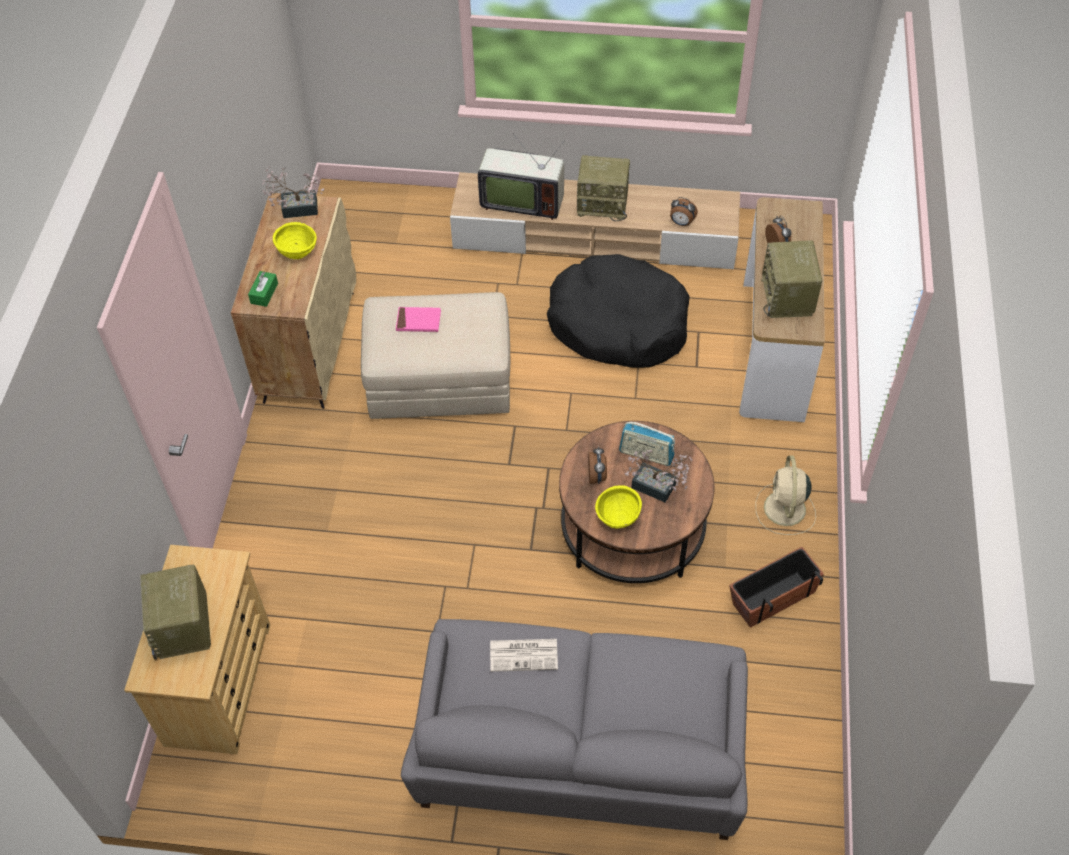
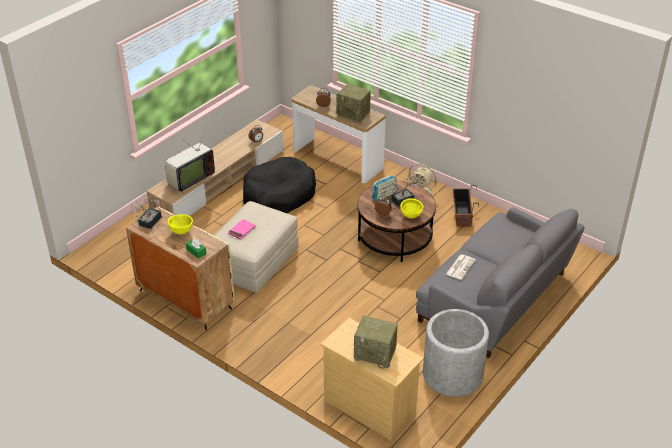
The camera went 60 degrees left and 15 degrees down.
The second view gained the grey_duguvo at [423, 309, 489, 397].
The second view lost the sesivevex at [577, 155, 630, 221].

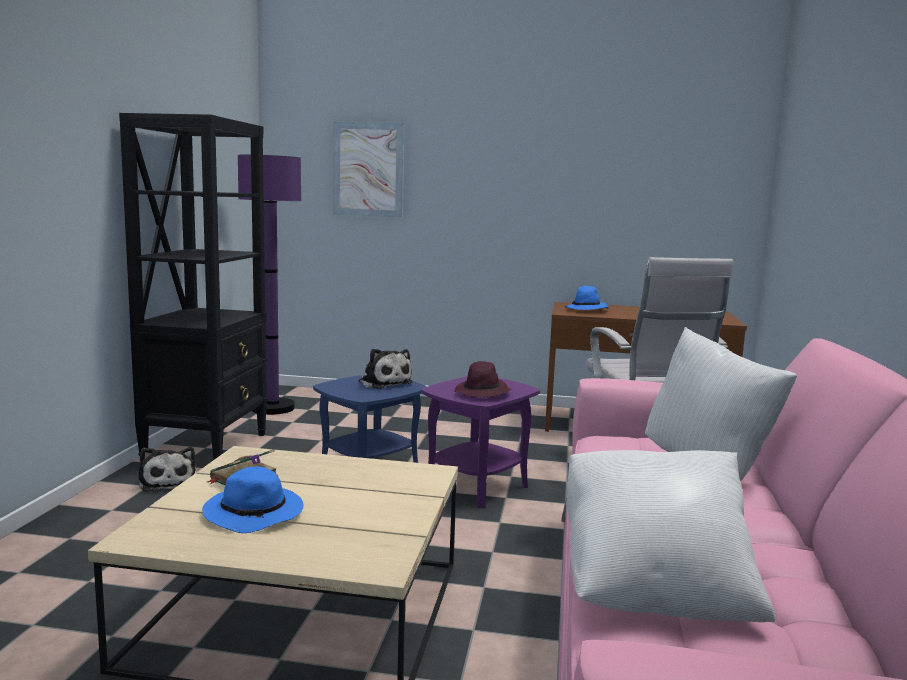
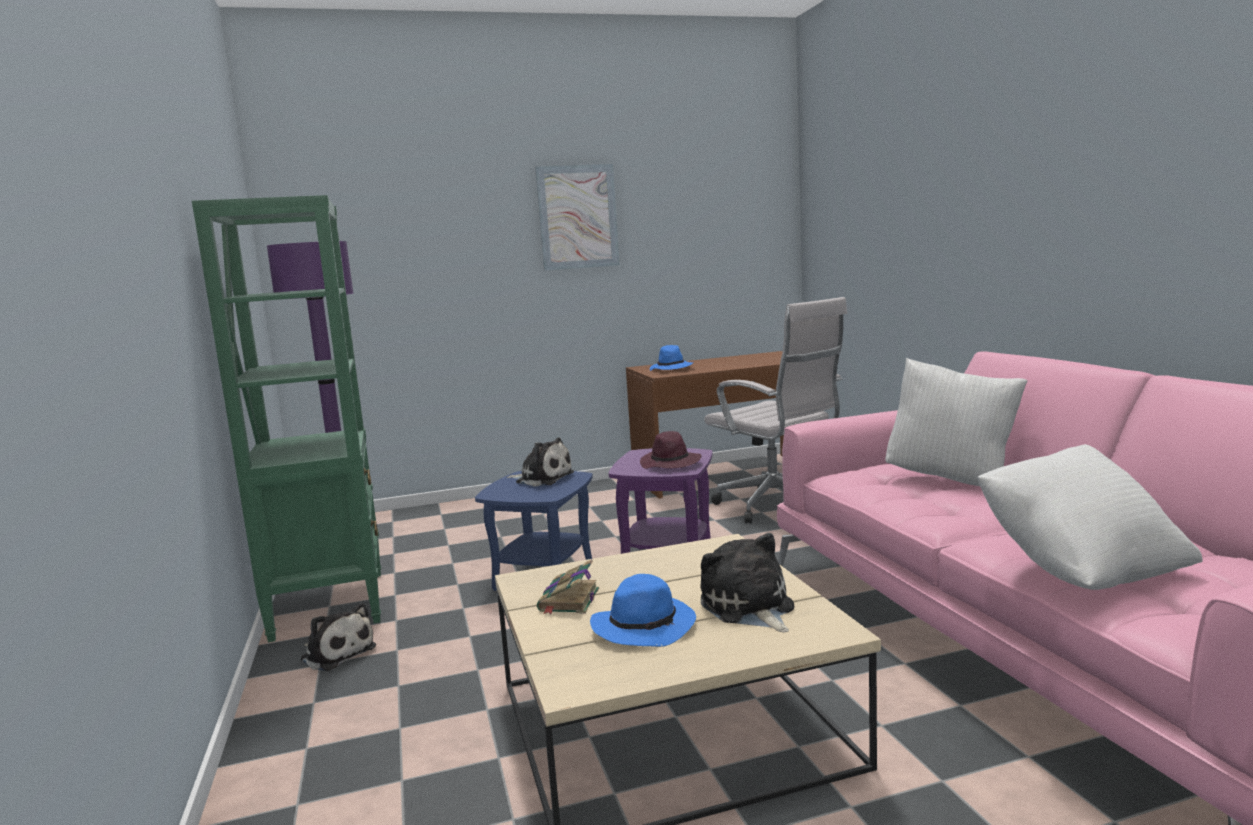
The camera went 25 degrees left and 0 degrees up.
What was the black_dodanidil at [119, 113, 268, 460] turned into the green_dodanidil at [192, 195, 381, 642].
The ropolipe ended up elsewhere, having gone from [333, 122, 404, 217] to [535, 164, 620, 271].
The second view gained the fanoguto at [700, 533, 794, 632].

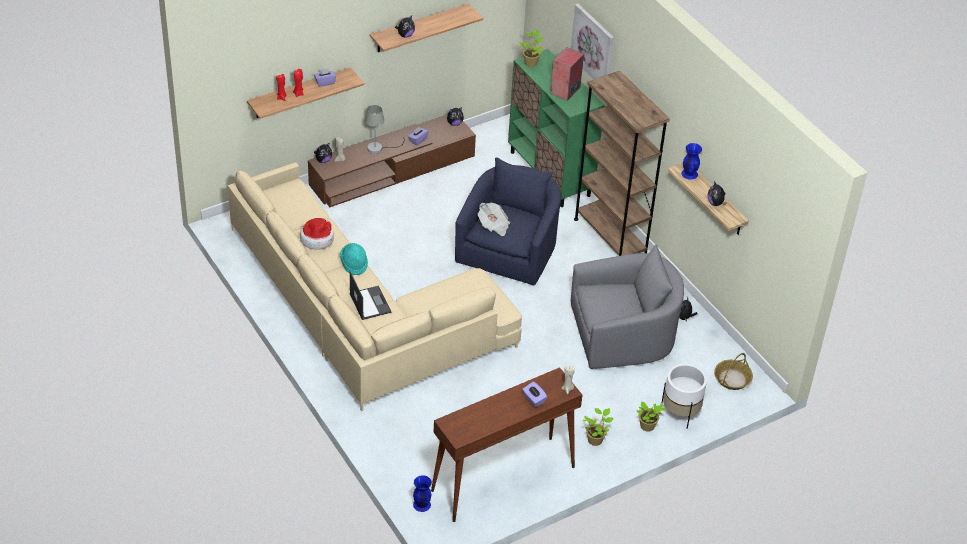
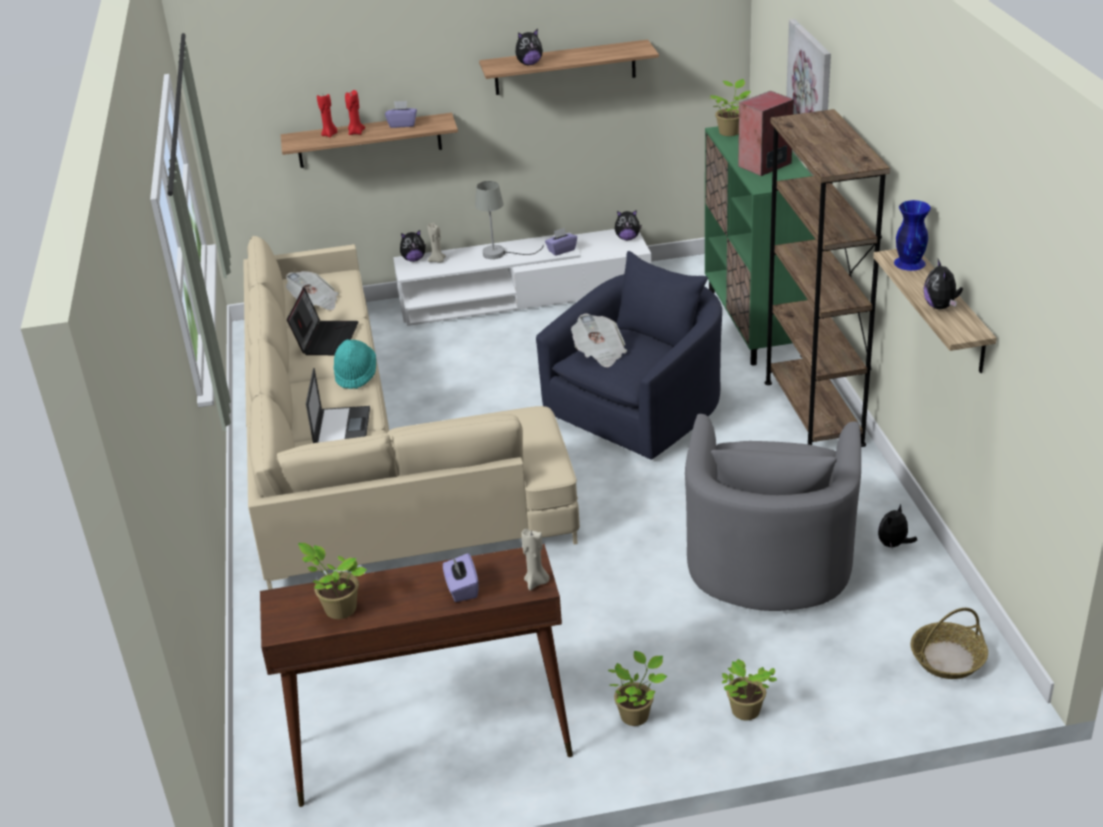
The camera went 25 degrees right and 10 degrees down.
The second view gained the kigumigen at [286, 271, 339, 310].
Where the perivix stood at [300, 218, 334, 249], the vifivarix came to stand at [287, 287, 359, 355].
The second view gained the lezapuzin at [298, 543, 367, 619].
What was the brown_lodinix at [308, 115, 476, 207] turned into the white_lodinix at [393, 229, 651, 326].
The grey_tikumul at [571, 245, 684, 369] ended up facing another way, 90 degrees clockwise from before.
The second view lost the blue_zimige at [413, 475, 432, 512].
The second view lost the white_duguvo at [662, 363, 707, 429].

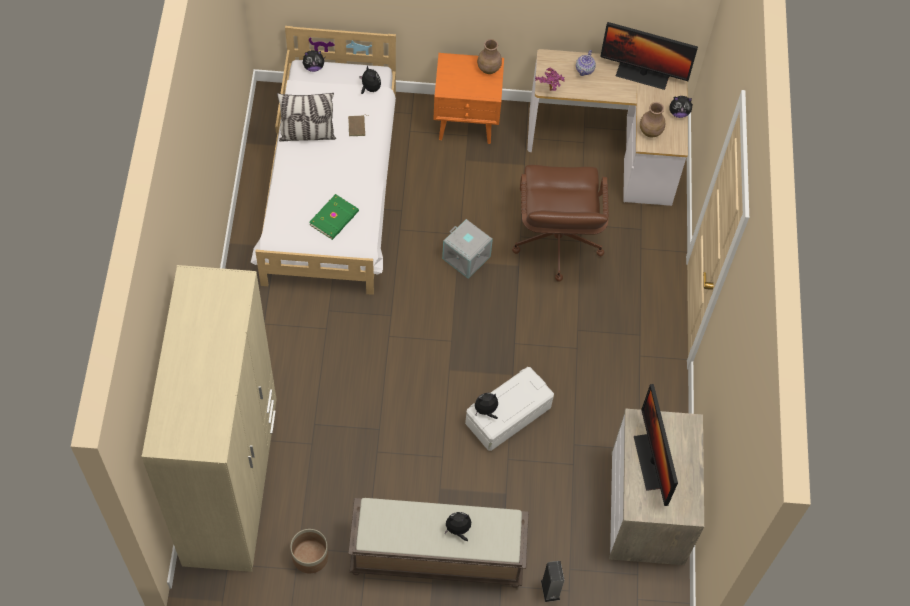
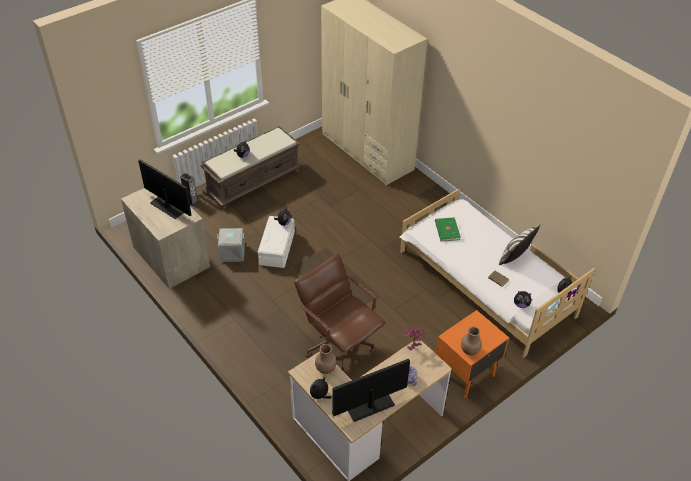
The camera went 140 degrees right and 15 degrees down.
The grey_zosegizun ended up elsewhere, having gone from [442, 219, 493, 279] to [217, 228, 245, 262].
The second view lost the duguvo at [290, 529, 328, 573].

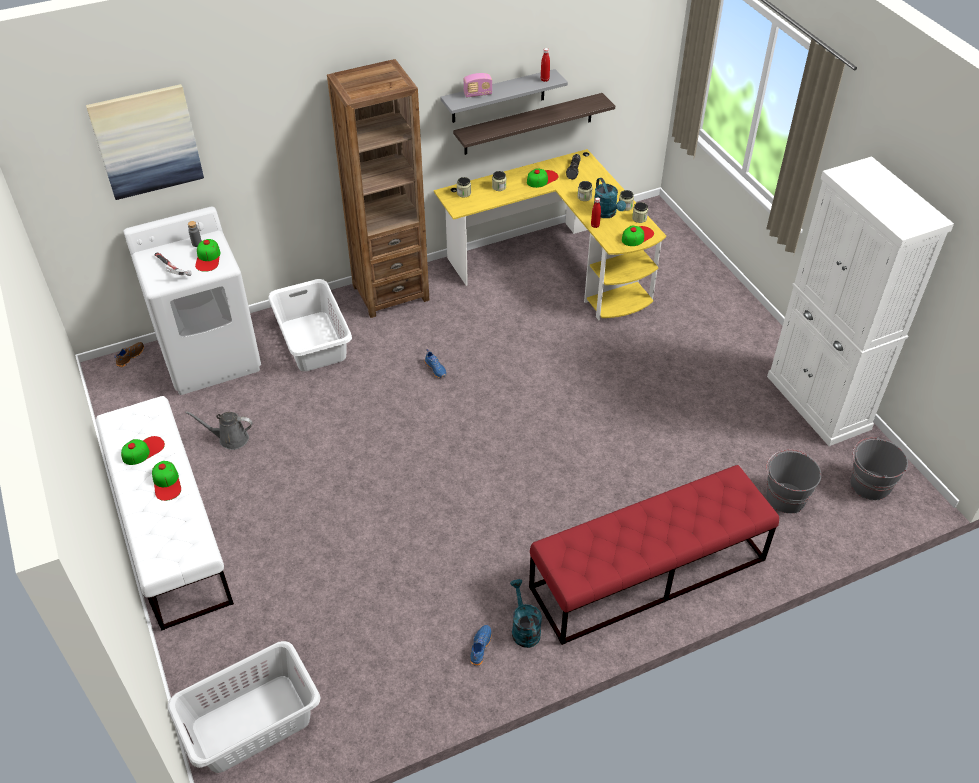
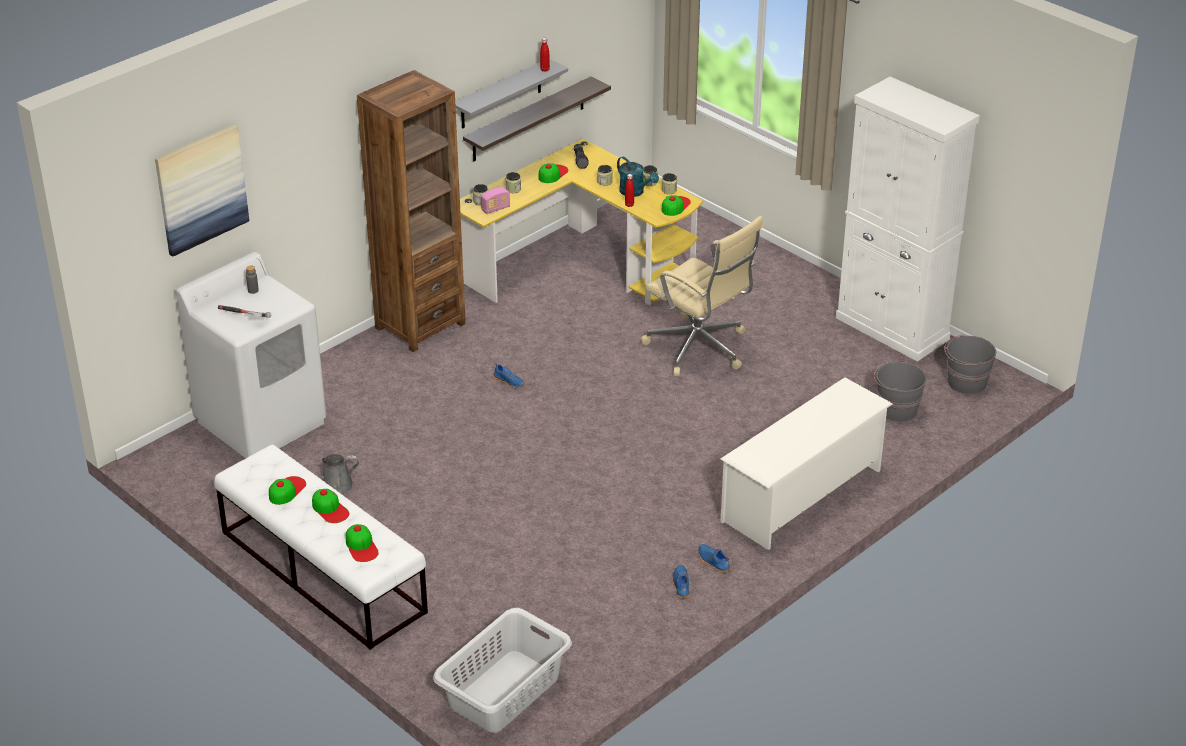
The camera went 20 degrees left and 10 degrees down.
The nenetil ended up elsewhere, having gone from [195, 239, 220, 272] to [346, 524, 379, 562].
The sesivevex ended up elsewhere, having gone from [464, 73, 492, 98] to [481, 187, 510, 214].
The second view gained the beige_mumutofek at [641, 216, 763, 376].
Where the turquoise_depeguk stood at [510, 579, 542, 648], the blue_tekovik came to stand at [698, 544, 731, 573].
Where the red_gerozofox stood at [529, 465, 779, 645], the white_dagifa came to stand at [720, 377, 893, 550].
The second view lost the brown_tekovik at [114, 342, 144, 367].
The second view lost the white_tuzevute at [268, 279, 352, 371].

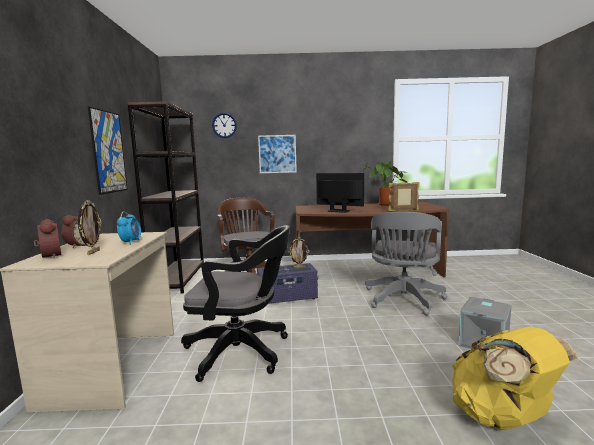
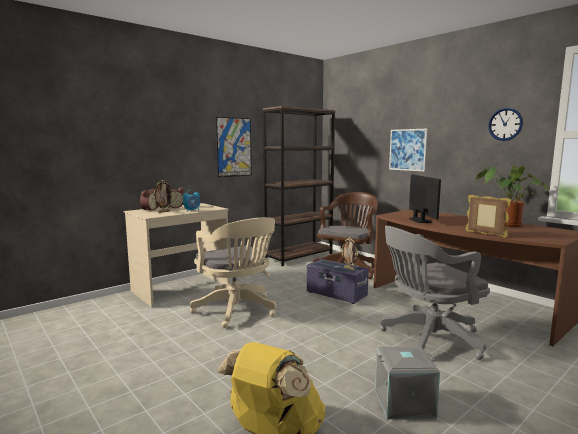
The camera went 50 degrees right and 0 degrees up.
What was the black_mumutofek at [181, 225, 290, 382] turned into the beige_mumutofek at [190, 217, 276, 328].
The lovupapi ended up elsewhere, having gone from [212, 113, 237, 138] to [488, 108, 523, 141].

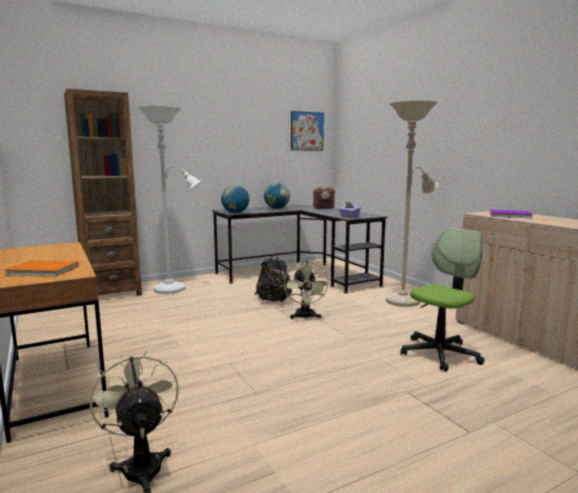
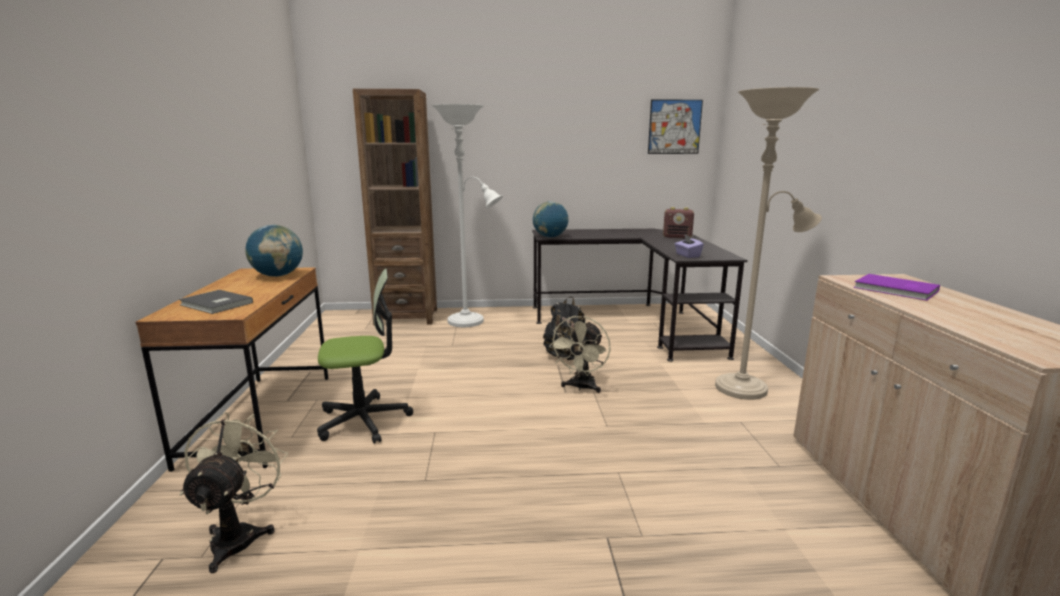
The camera went 25 degrees right and 5 degrees up.
What was the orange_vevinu at [4, 260, 79, 277] turned into the grey_vevinu at [179, 290, 253, 314].
The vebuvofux ended up elsewhere, having gone from [264, 183, 290, 209] to [245, 224, 303, 277].
The mumutofek ended up elsewhere, having gone from [401, 228, 485, 372] to [317, 269, 413, 444].

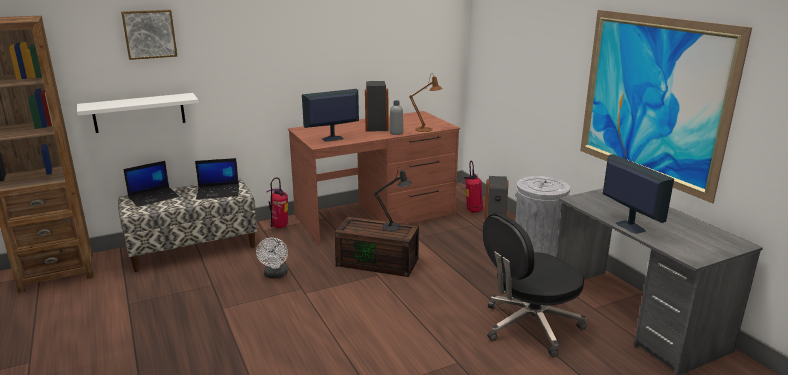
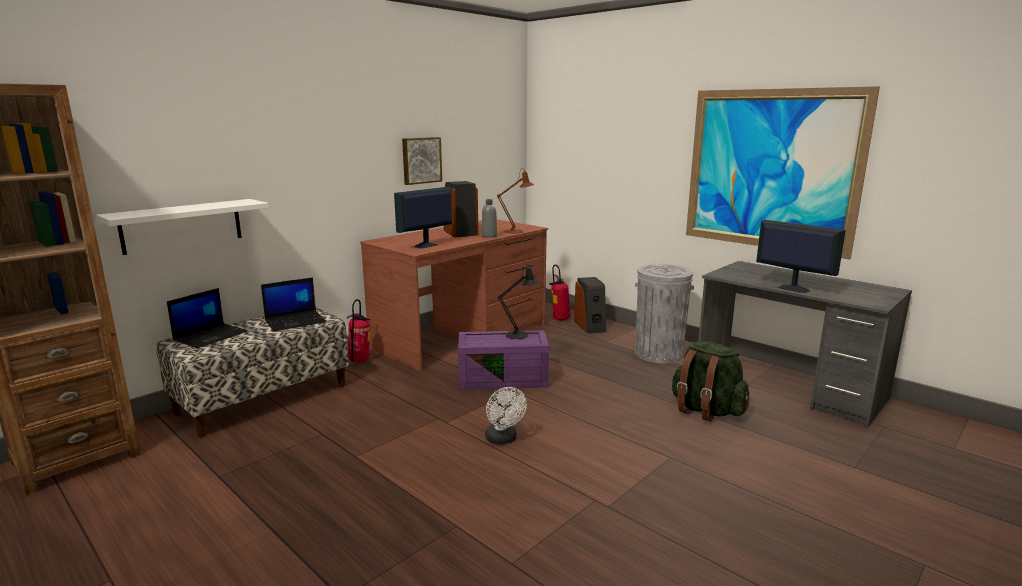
The camera went 20 degrees left and 5 degrees down.
The ropolipe ended up elsewhere, having gone from [121, 10, 177, 60] to [402, 137, 442, 185].
What was the brown_zosegizun at [334, 217, 419, 277] turned into the purple_zosegizun at [458, 330, 549, 390].
The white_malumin ended up elsewhere, having gone from [256, 238, 288, 279] to [485, 387, 527, 445].
Where the black_mumutofek stood at [483, 213, 587, 357], the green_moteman came to stand at [672, 341, 749, 422].

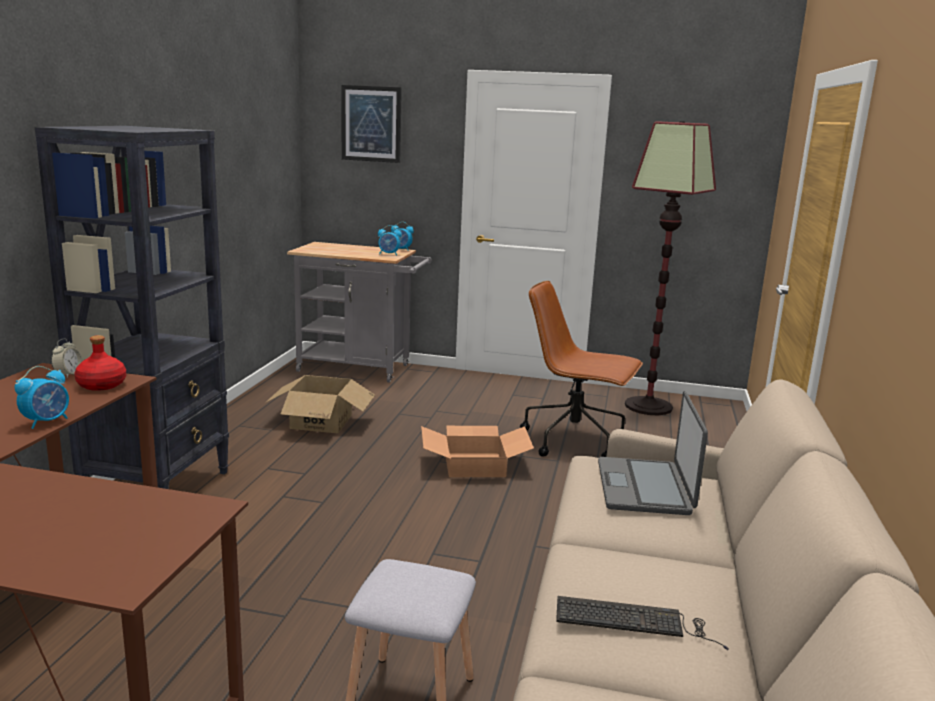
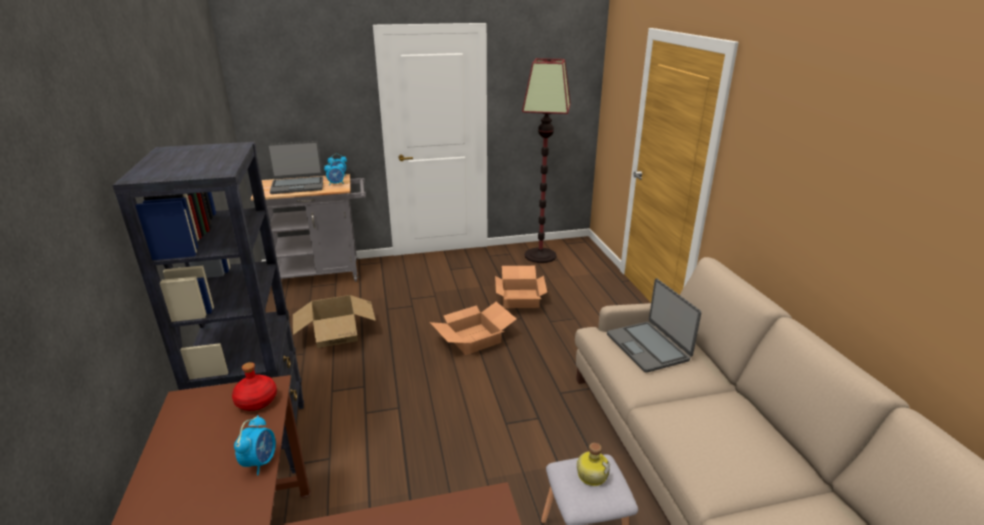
The camera went 25 degrees left and 10 degrees up.
The second view gained the vifivarix at [267, 141, 323, 194].
Where the brown_mumutofek stood at [520, 281, 643, 457], the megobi came to stand at [495, 266, 547, 308].
The second view gained the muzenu at [577, 443, 610, 486].
The second view lost the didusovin at [51, 339, 83, 377].
The second view lost the ropolipe at [341, 85, 402, 163].
The second view lost the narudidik at [556, 596, 729, 650].

